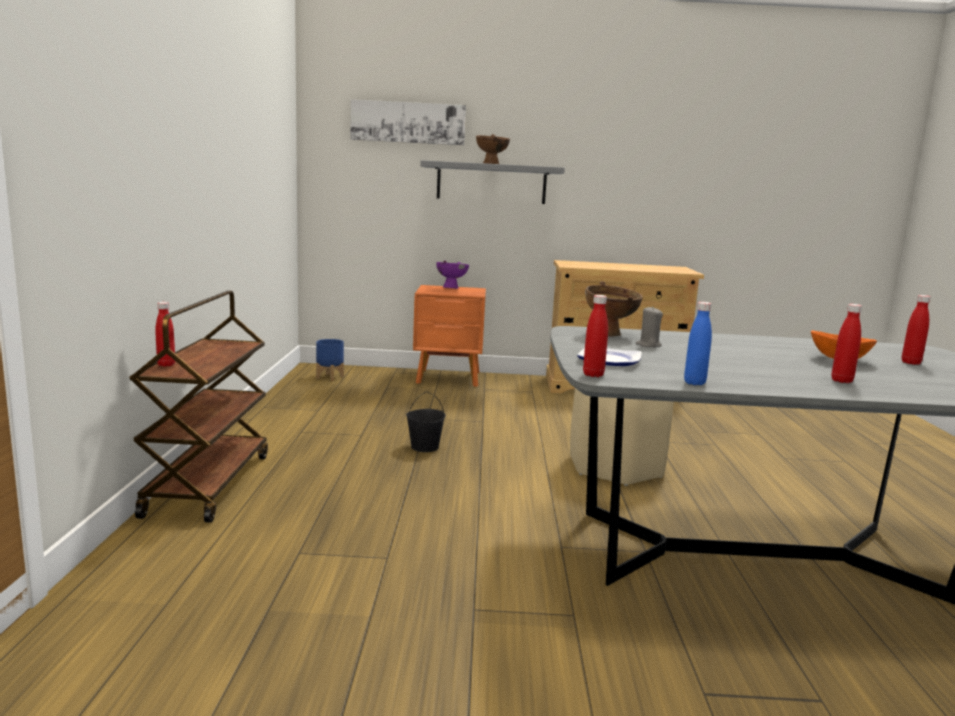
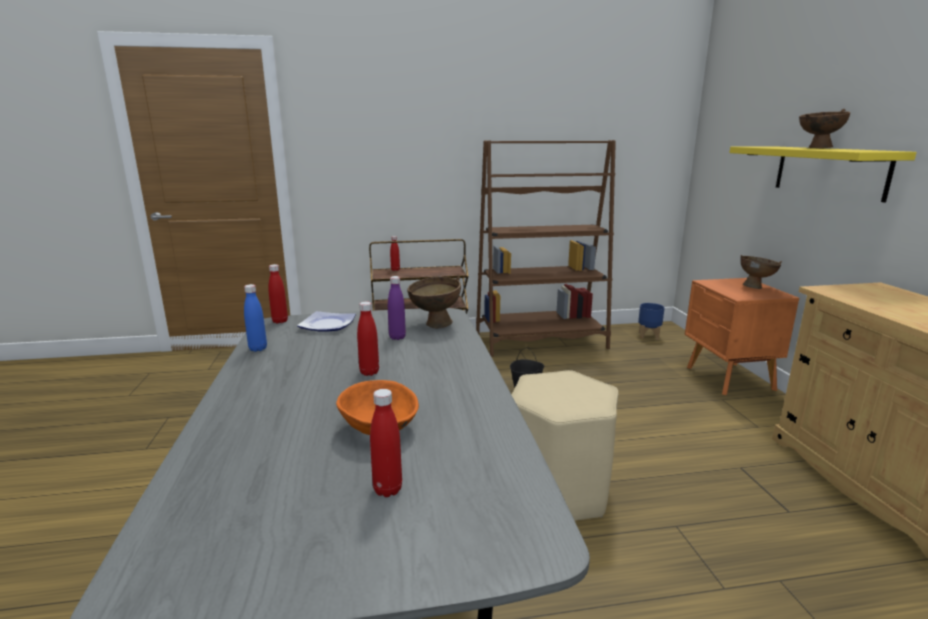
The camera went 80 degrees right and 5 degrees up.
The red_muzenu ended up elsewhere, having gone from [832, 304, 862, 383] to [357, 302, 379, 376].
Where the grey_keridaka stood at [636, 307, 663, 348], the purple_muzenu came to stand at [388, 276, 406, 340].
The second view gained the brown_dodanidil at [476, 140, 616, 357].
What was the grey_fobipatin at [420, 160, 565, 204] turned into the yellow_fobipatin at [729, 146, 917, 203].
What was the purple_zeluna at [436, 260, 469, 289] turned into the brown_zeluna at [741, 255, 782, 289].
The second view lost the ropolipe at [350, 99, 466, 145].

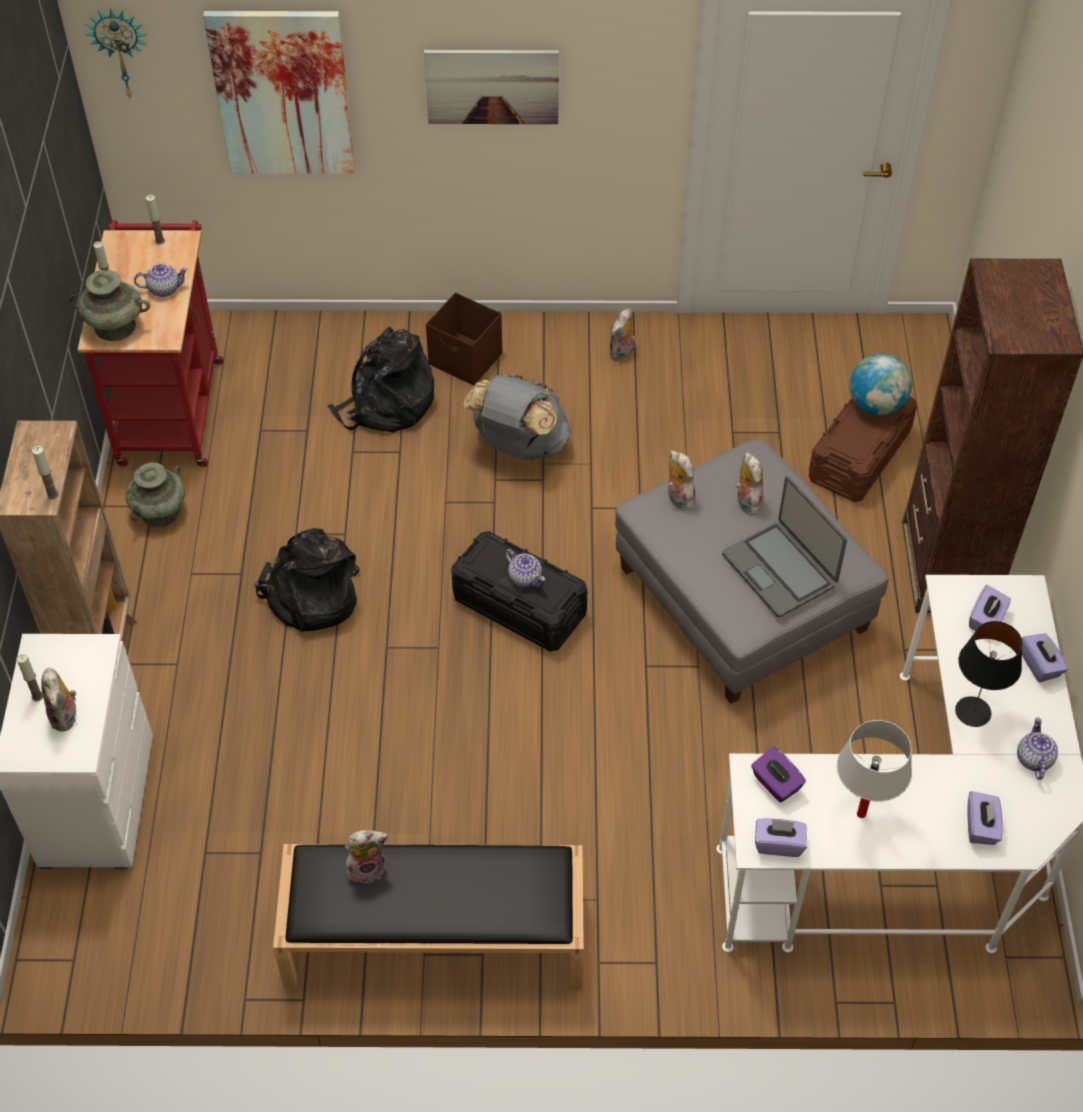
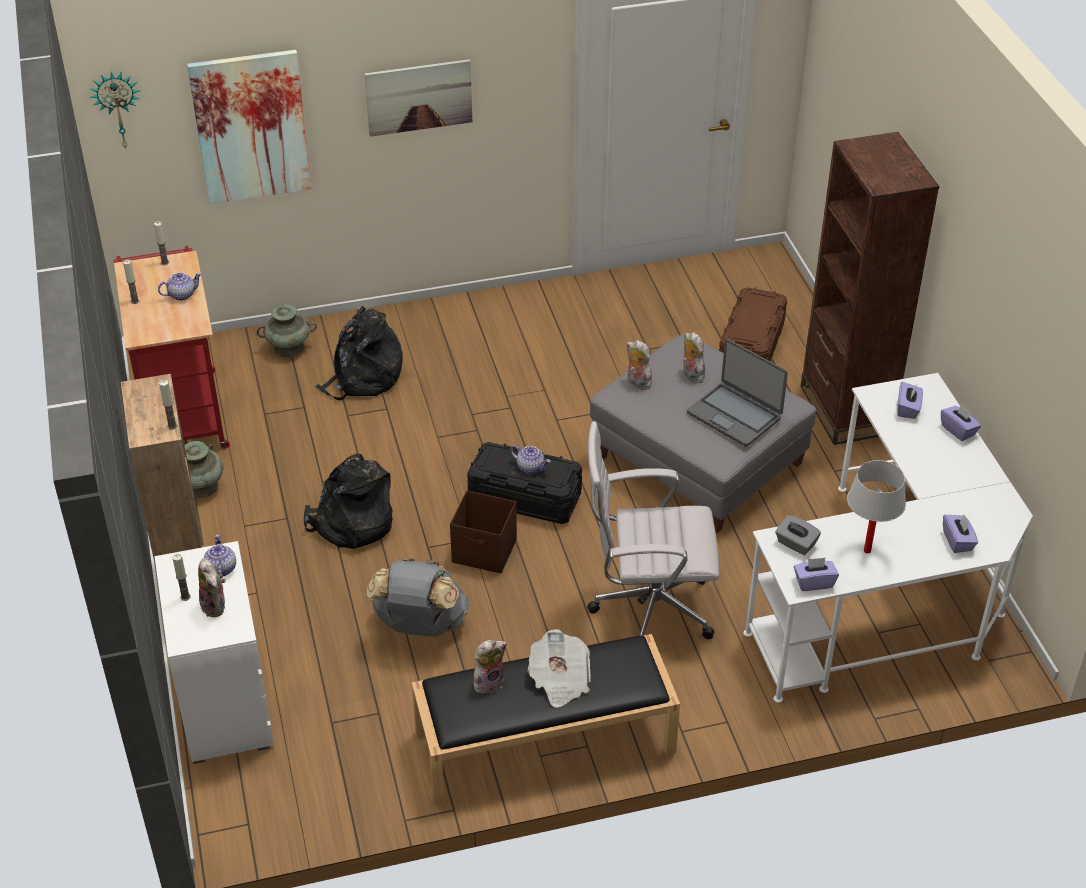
The camera went 15 degrees left and 10 degrees down.
The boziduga ended up elsewhere, having gone from [1017, 717, 1058, 780] to [204, 534, 236, 579].
The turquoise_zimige ended up elsewhere, having gone from [69, 270, 150, 341] to [256, 304, 317, 358].
The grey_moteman ended up elsewhere, having gone from [464, 373, 571, 460] to [367, 558, 469, 637].
The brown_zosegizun ended up elsewhere, having gone from [426, 292, 502, 385] to [450, 490, 517, 574].
The second view gained the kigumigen at [528, 629, 591, 708].
The second view gained the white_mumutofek at [587, 421, 720, 639].
What was the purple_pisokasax at [751, 747, 806, 803] turned into the grey_pisokasax at [775, 515, 821, 555].
The second view lost the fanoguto at [609, 309, 636, 361].
The second view lost the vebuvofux at [849, 354, 912, 416].
The second view lost the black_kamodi at [955, 621, 1023, 727].

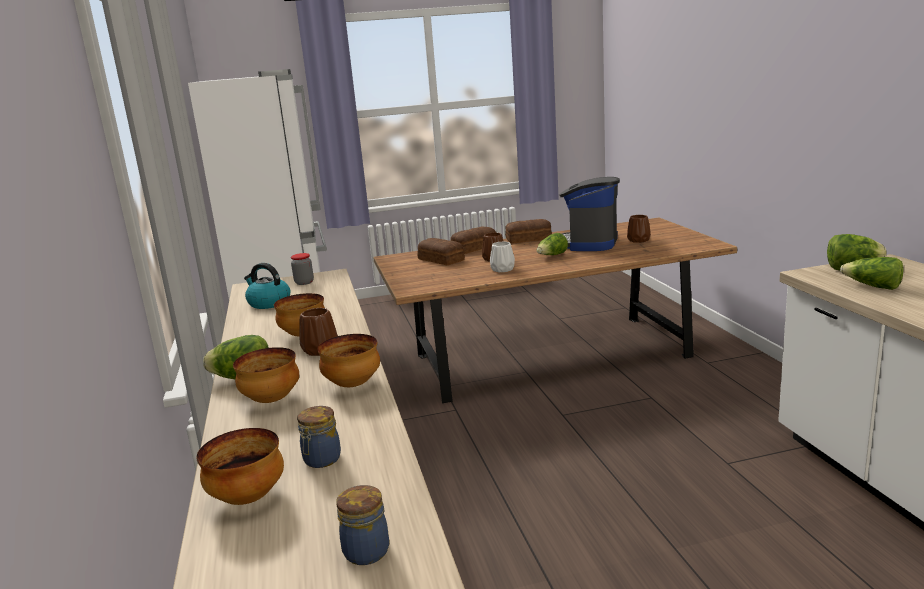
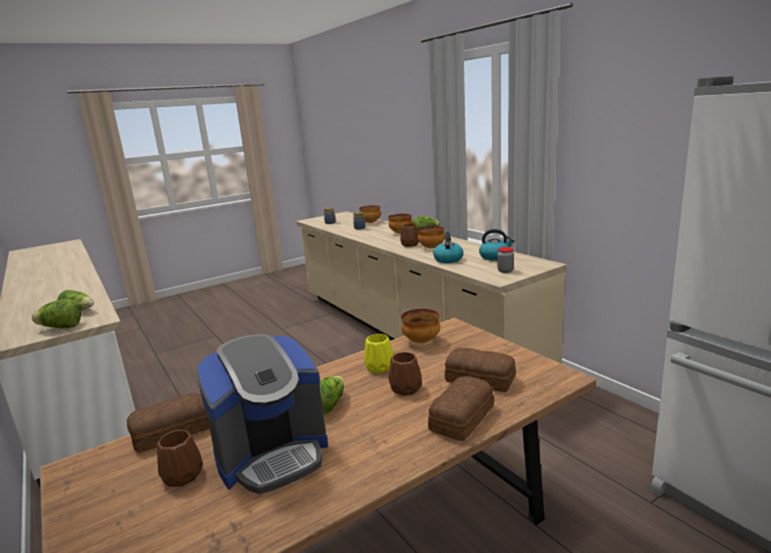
The camera went 160 degrees right and 0 degrees up.
The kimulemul ended up elsewhere, having gone from [505, 219, 552, 244] to [127, 393, 209, 453].
The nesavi at [559, 177, 620, 251] ended up facing another way, 60 degrees clockwise from before.
What was the white_zimige at [490, 241, 515, 272] turned into the yellow_zimige at [364, 334, 394, 373].
The zeluna ended up elsewhere, having gone from [317, 334, 380, 387] to [401, 309, 440, 343].
The second view gained the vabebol at [433, 232, 463, 263].

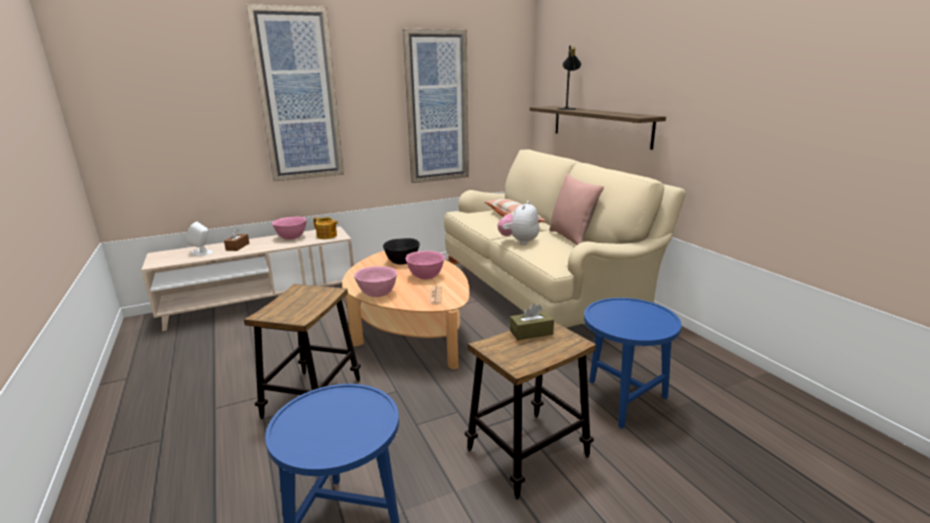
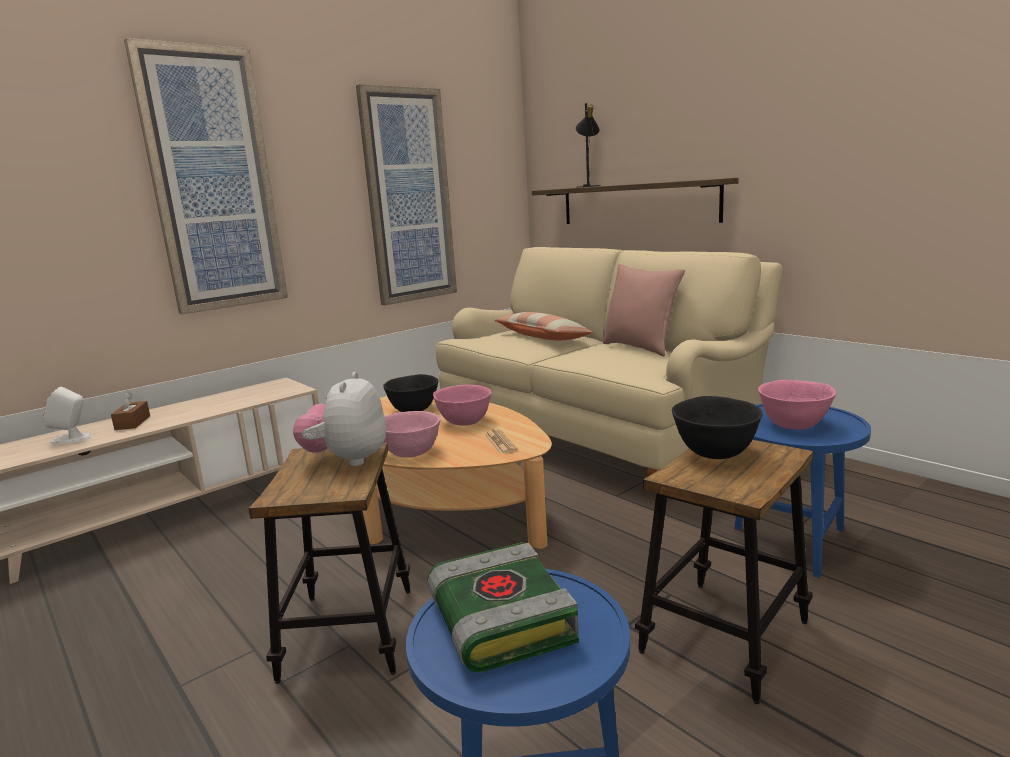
The camera went 15 degrees left and 5 degrees down.
The fanoguto ended up elsewhere, having gone from [498, 201, 539, 245] to [293, 372, 386, 466].
The second view gained the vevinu at [428, 542, 579, 672].
Where the brown_pisokasax stood at [510, 303, 554, 340], the black_zeluna came to stand at [672, 396, 763, 459].
The pink_zeluna ended up elsewhere, having gone from [272, 217, 307, 240] to [758, 380, 836, 430].
The second view lost the boziduga at [313, 217, 338, 239].

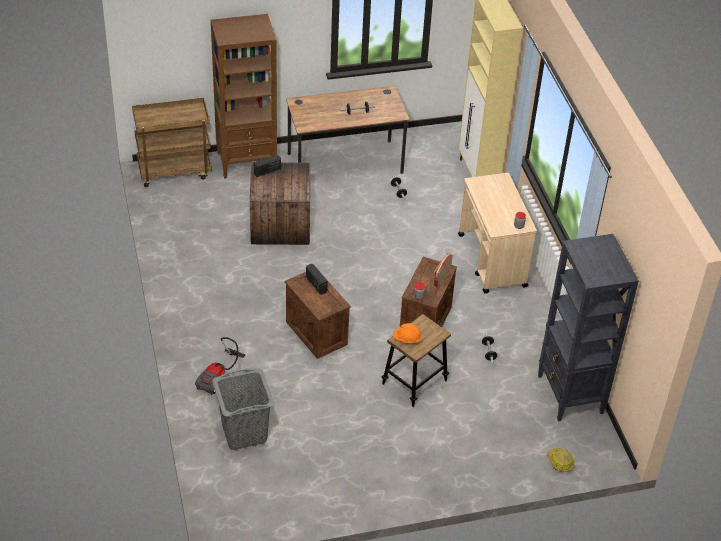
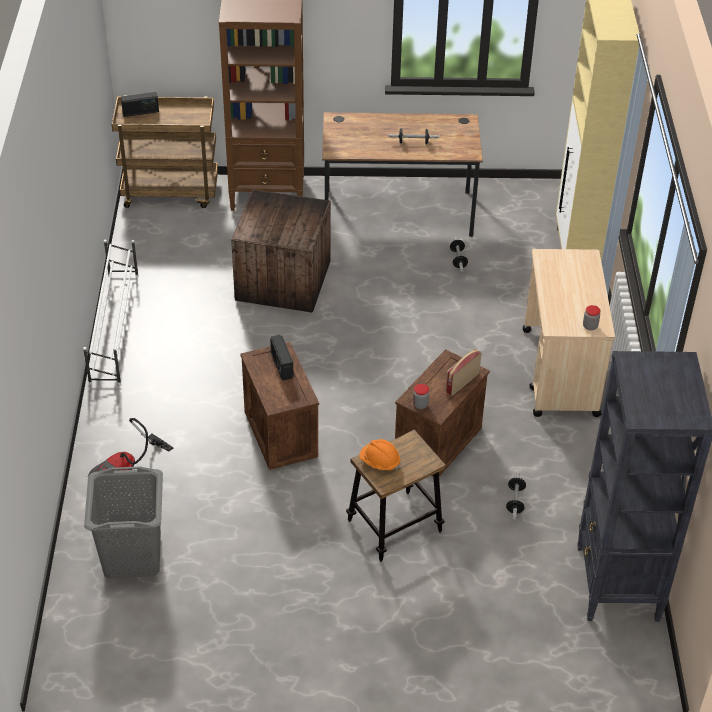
The camera went 15 degrees right and 0 degrees up.
The second view gained the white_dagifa at [83, 240, 139, 385].
The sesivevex ended up elsewhere, having gone from [254, 155, 281, 177] to [121, 92, 159, 117].
The second view lost the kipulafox at [547, 447, 574, 472].

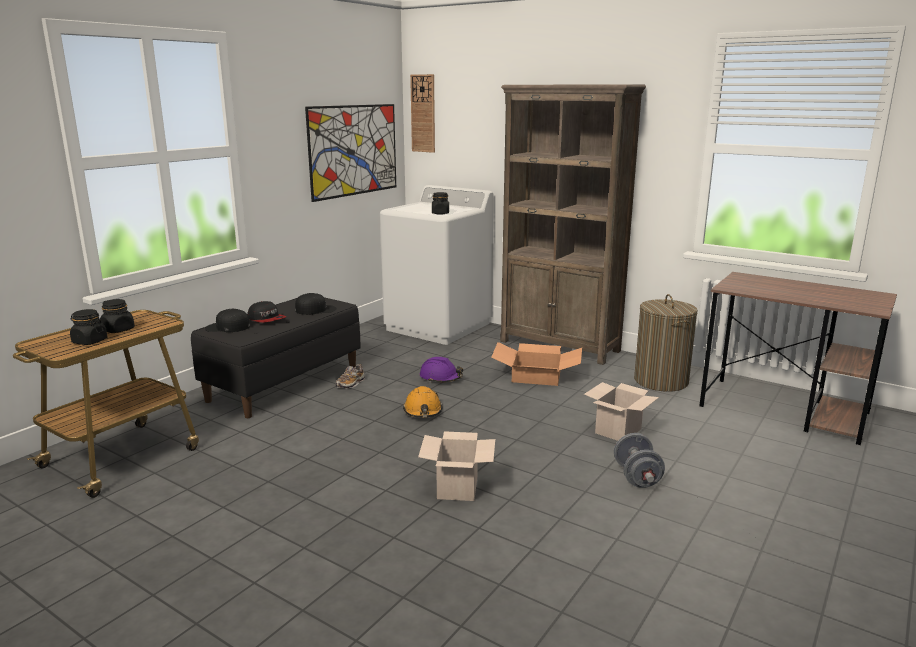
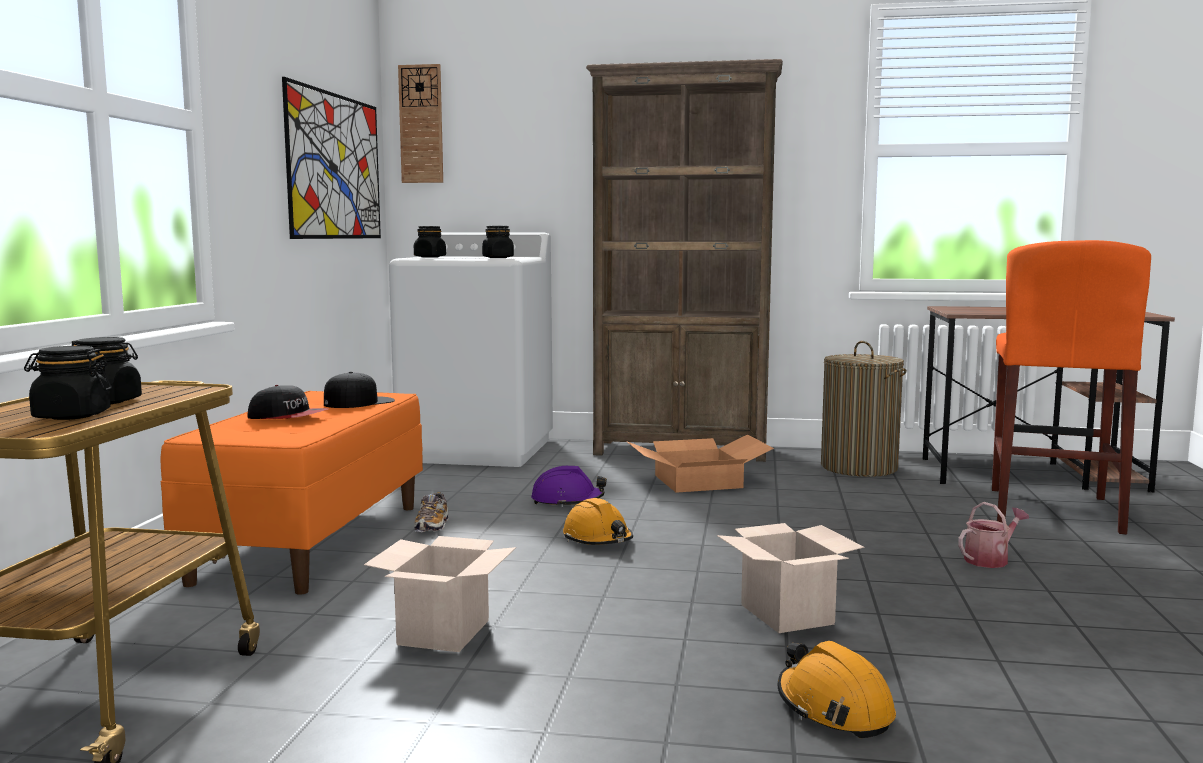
The camera went 25 degrees left and 10 degrees down.
What was the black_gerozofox at [191, 297, 361, 418] turned into the orange_gerozofox at [161, 391, 423, 595].
The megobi ended up elsewhere, having gone from [584, 382, 659, 441] to [364, 536, 516, 652].
The second view gained the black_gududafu at [414, 226, 446, 258].
The second view gained the orange_kipulafox at [778, 641, 896, 738].
Where the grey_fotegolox stood at [614, 433, 665, 488], the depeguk came to stand at [958, 502, 1029, 568].
The second view gained the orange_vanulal at [992, 240, 1151, 535].
The second view lost the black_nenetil at [205, 309, 250, 332].

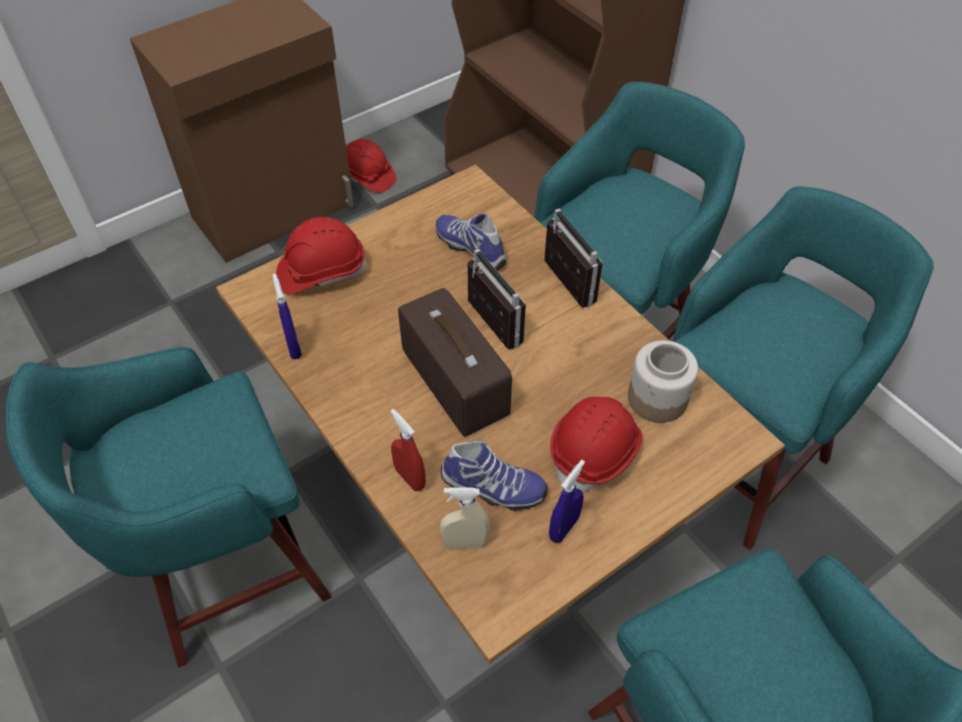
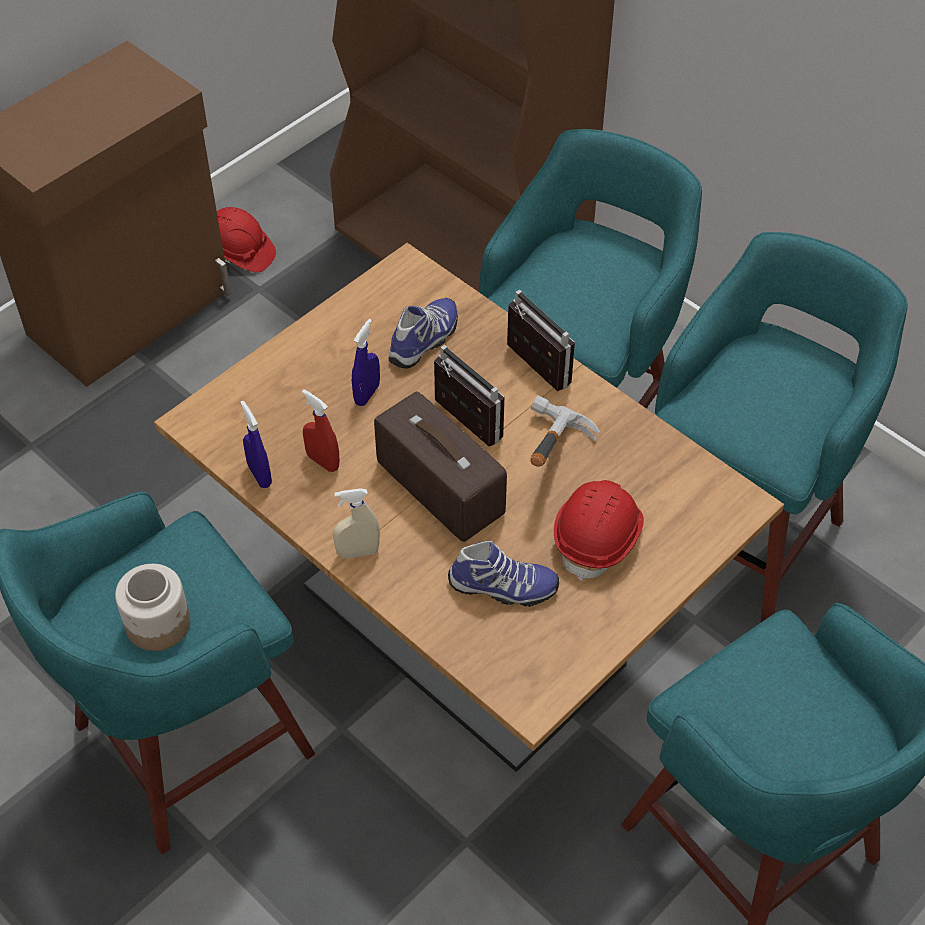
The camera went 10 degrees left and 0 degrees up.
The gududafu ended up elsewhere, having gone from [628, 340, 698, 423] to [115, 564, 190, 651].
The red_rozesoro ended up elsewhere, having gone from [390, 409, 426, 491] to [302, 389, 340, 472].
The beige_rozesoro ended up elsewhere, having gone from [440, 488, 489, 548] to [333, 488, 380, 559].
The blue_rozesoro ended up elsewhere, having gone from [549, 460, 585, 543] to [352, 319, 380, 406].
The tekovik at [436, 214, 506, 271] ended up facing another way, 90 degrees clockwise from before.
The second view gained the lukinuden at [530, 395, 600, 467].
The second view lost the red_kipulafox at [276, 217, 367, 294].

